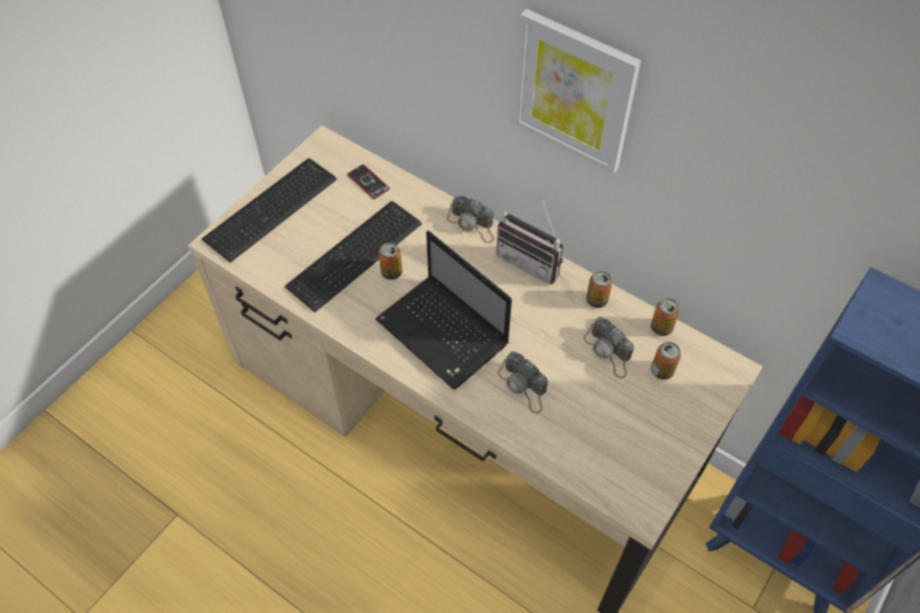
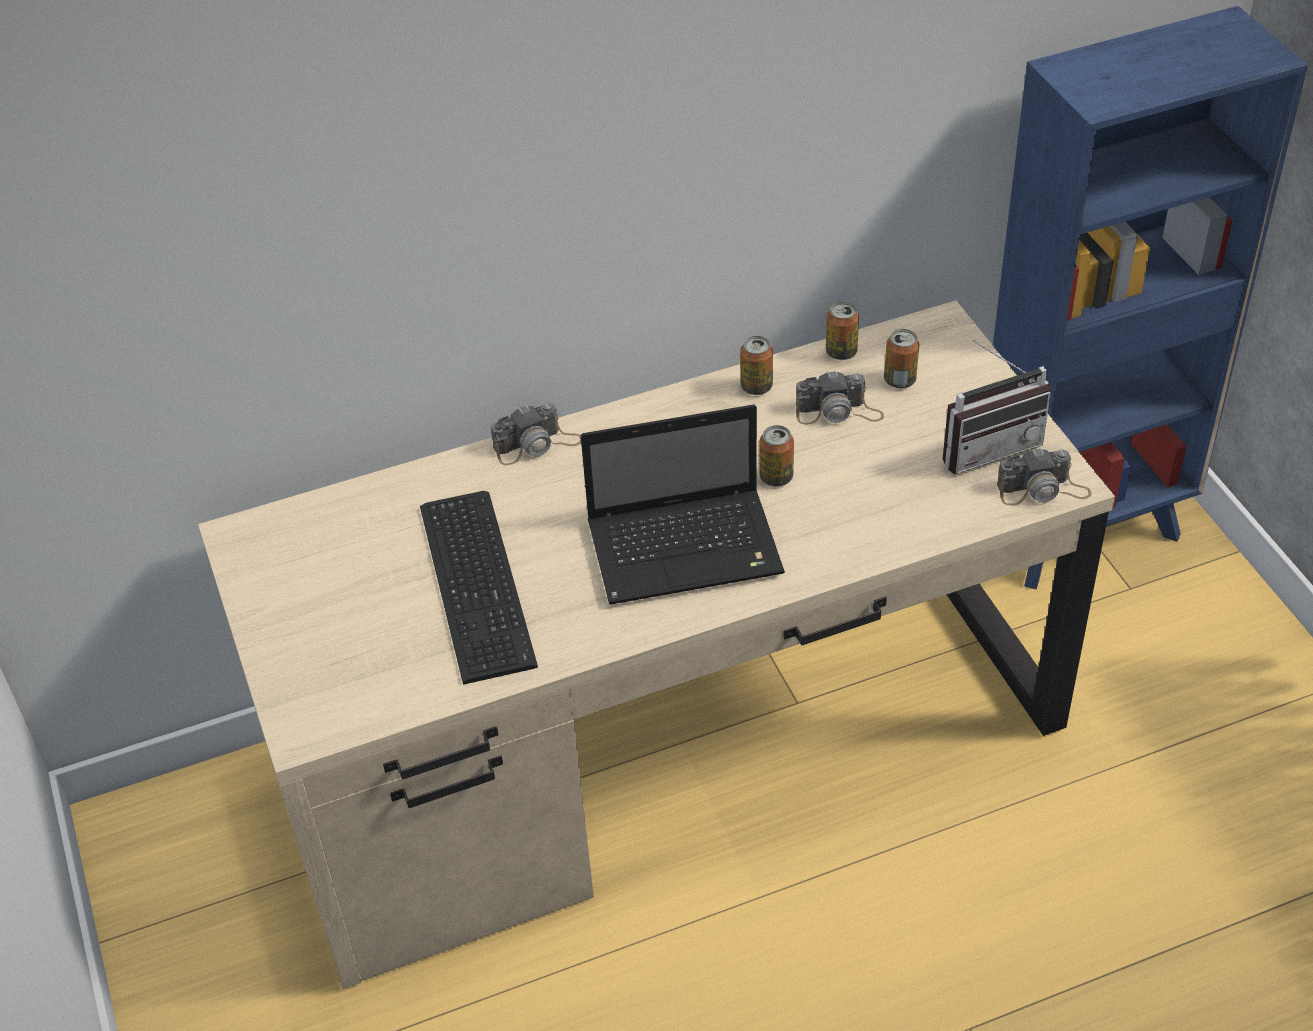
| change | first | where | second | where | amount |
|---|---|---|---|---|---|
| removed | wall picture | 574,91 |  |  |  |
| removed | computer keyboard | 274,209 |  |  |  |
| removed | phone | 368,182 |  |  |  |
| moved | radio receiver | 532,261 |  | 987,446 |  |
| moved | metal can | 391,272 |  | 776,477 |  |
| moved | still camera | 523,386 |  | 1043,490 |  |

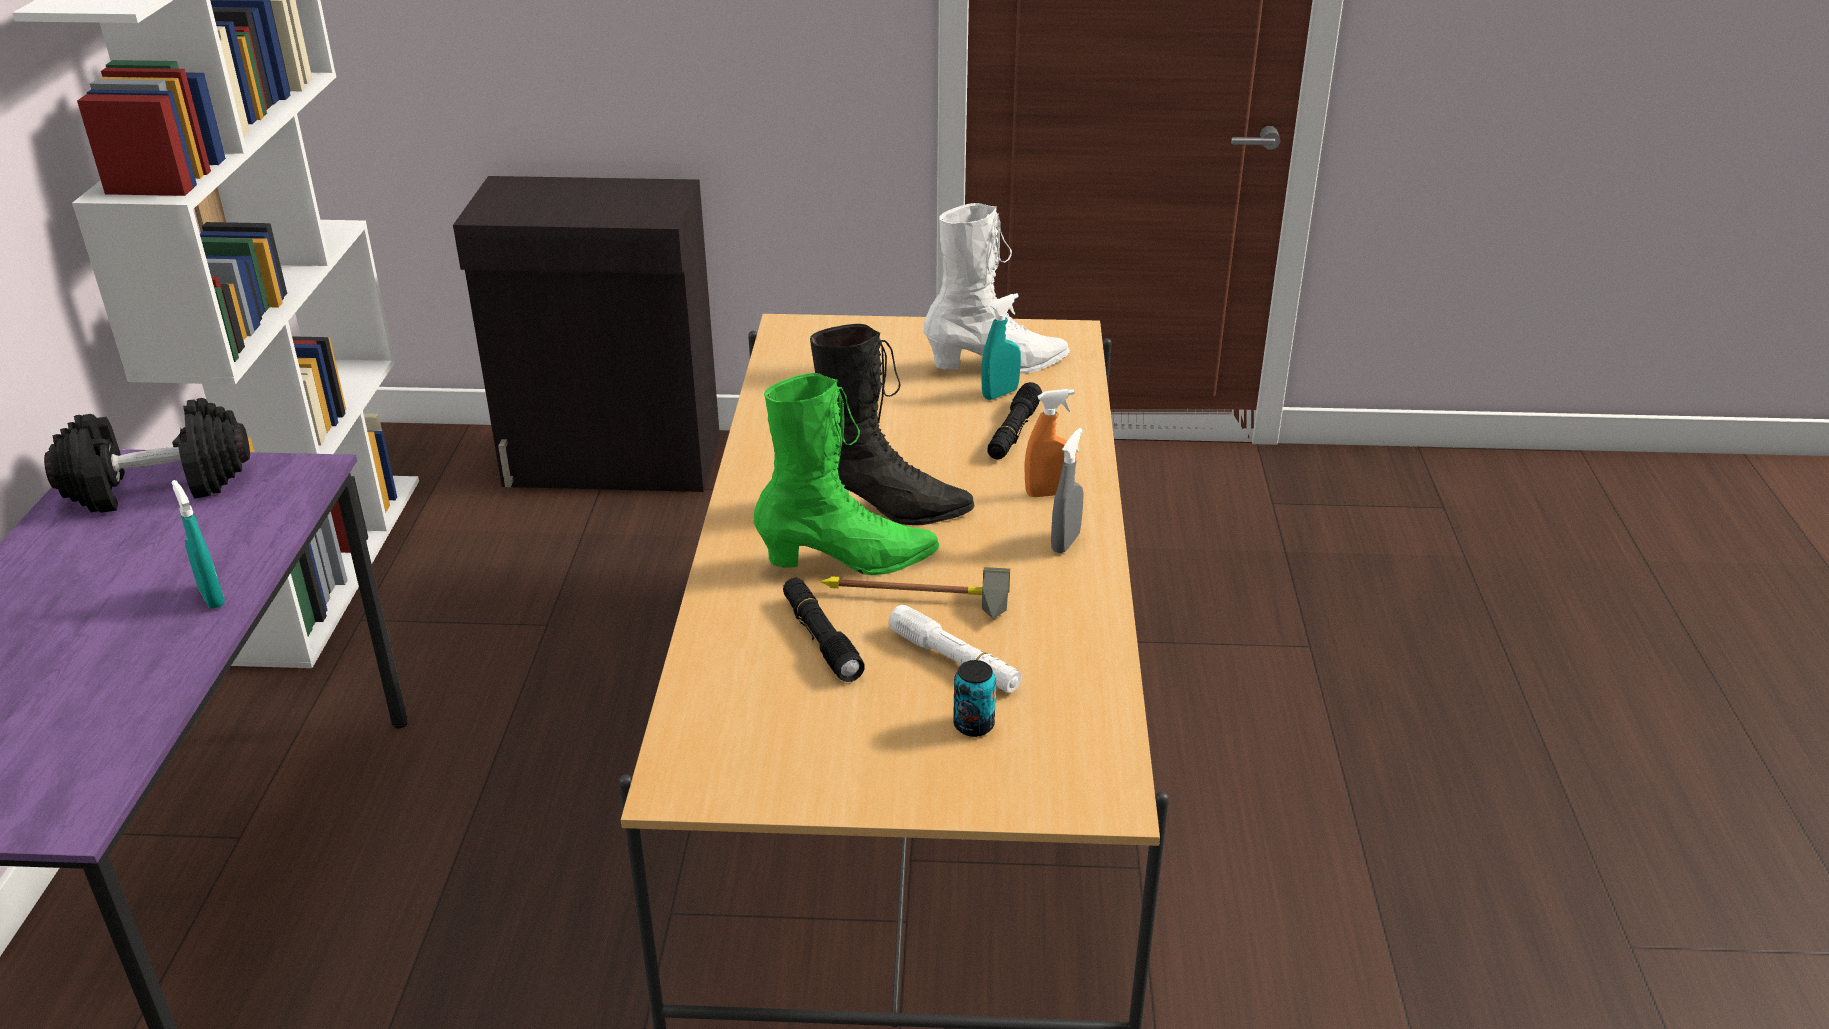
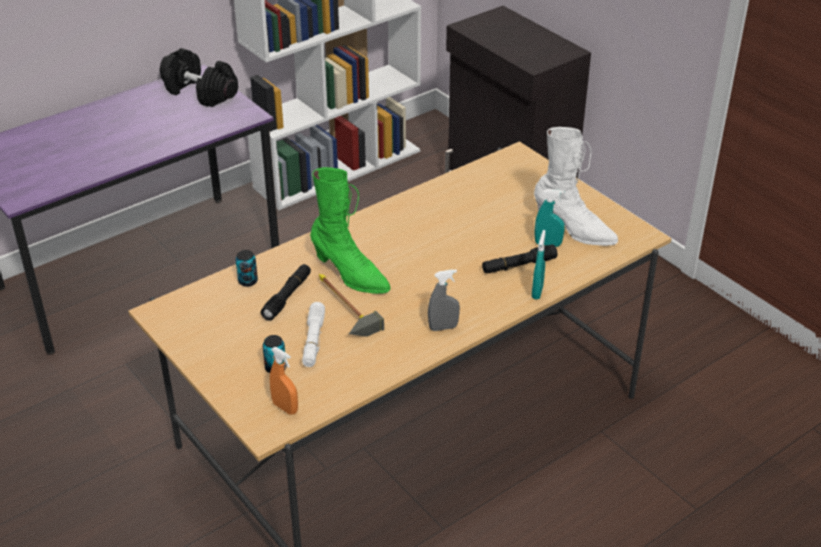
| change | first | where | second | where | amount |
|---|---|---|---|---|---|
| removed | high-top boot (black) | 886,509 |  |  |  |
| moved | spray bottle (orange-coloured) | 1048,493 |  | 285,408 |  |
| moved | spray bottle (turquoise-coloured) | 212,597 |  | 537,292 |  |
| added |  |  | metal can | 248,281 |  |

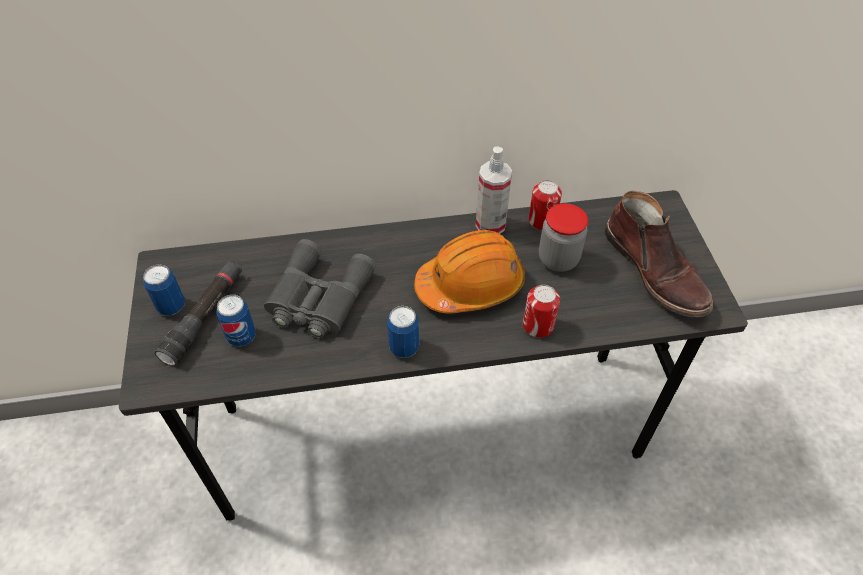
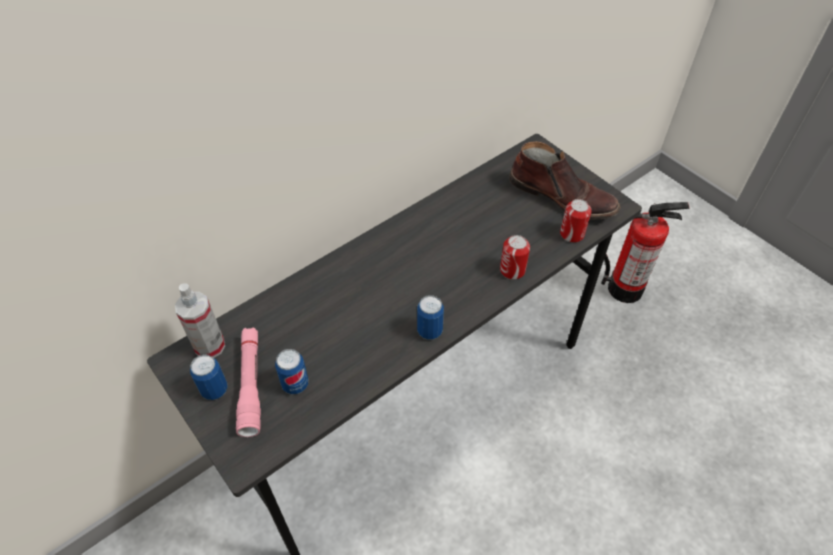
| change | first | where | second | where | amount |
|---|---|---|---|---|---|
| moved | spray bottle | 490,225 |  | 210,346 |  |
| moved | metal can | 542,221 |  | 572,234 |  |
| removed | storage jar | 558,259 |  |  |  |
| removed | safety helmet (orange-coloured) | 471,285 |  |  |  |
| removed | pair of binoculars (grey) | 317,298 |  |  |  |
| recoloured | hand torch (black) | 204,317 | hand torch (pink-coloured) | 251,384 |  |
| added |  |  | fire extinguisher | 624,288 |  |

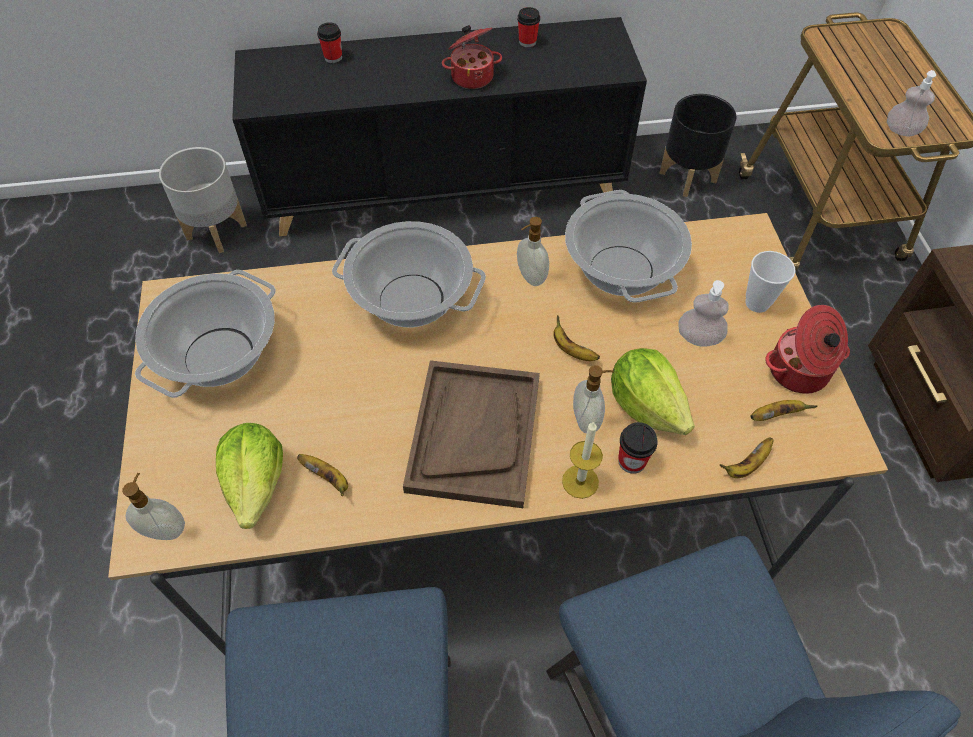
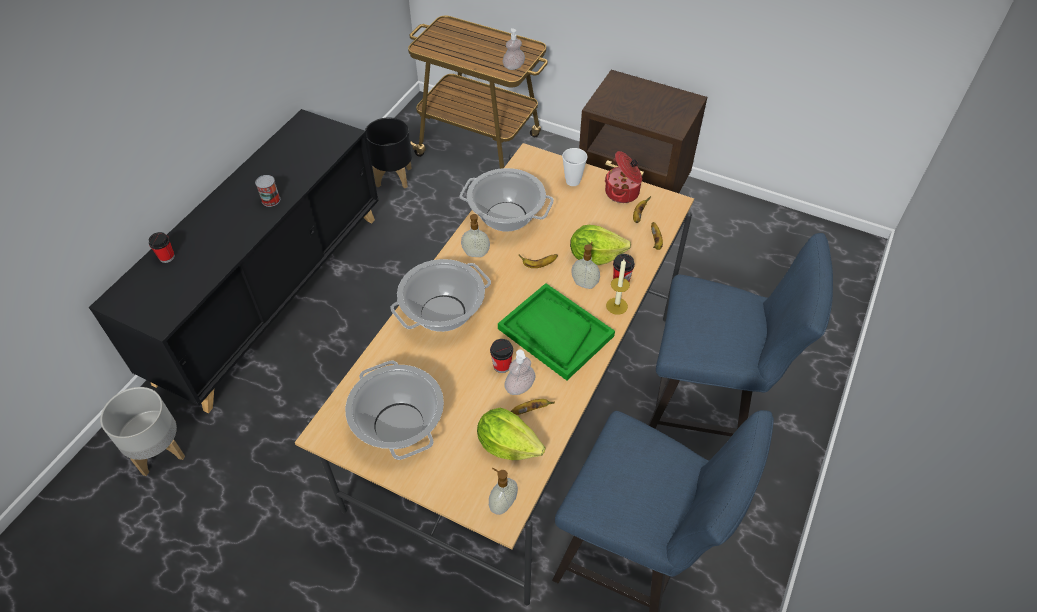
| change | first | where | second | where | amount |
|---|---|---|---|---|---|
| moved | small cup | 527,42 |  | 502,365 |  |
| replaced | saucepot | 472,76 | metal can | 271,200 |  |
| moved | soap bottle | 698,338 |  | 519,387 |  |
| recoloured | tray (brownish) | 474,434 | tray (green) | 555,332 |  |

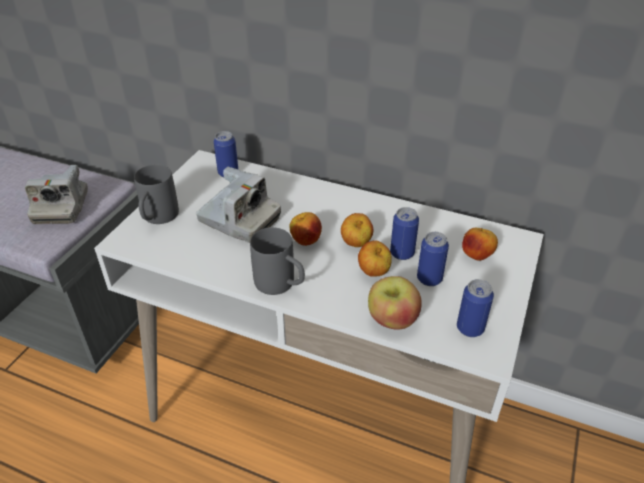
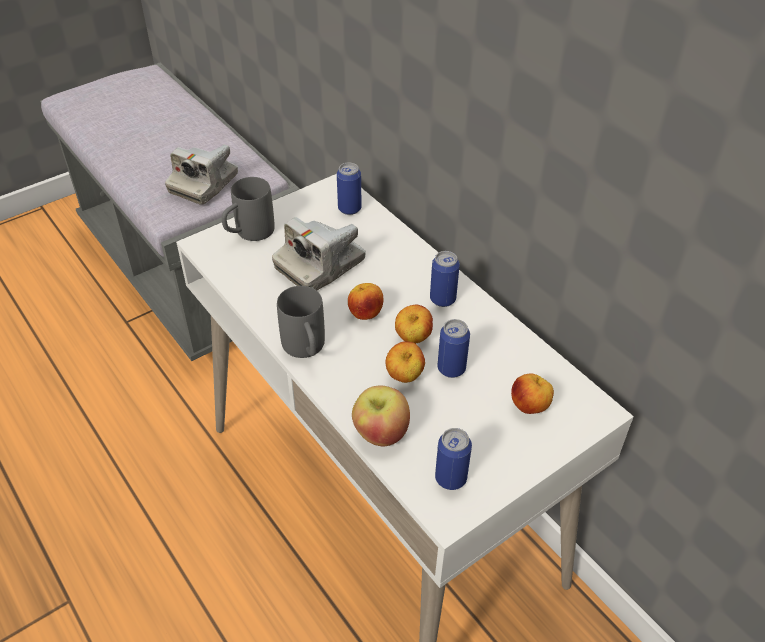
| change | first | where | second | where | amount |
|---|---|---|---|---|---|
| turned | still camera | 239,220 |  | 320,265 | 75 degrees clockwise |
| moved | metal can | 429,279 |  | 442,299 |  |

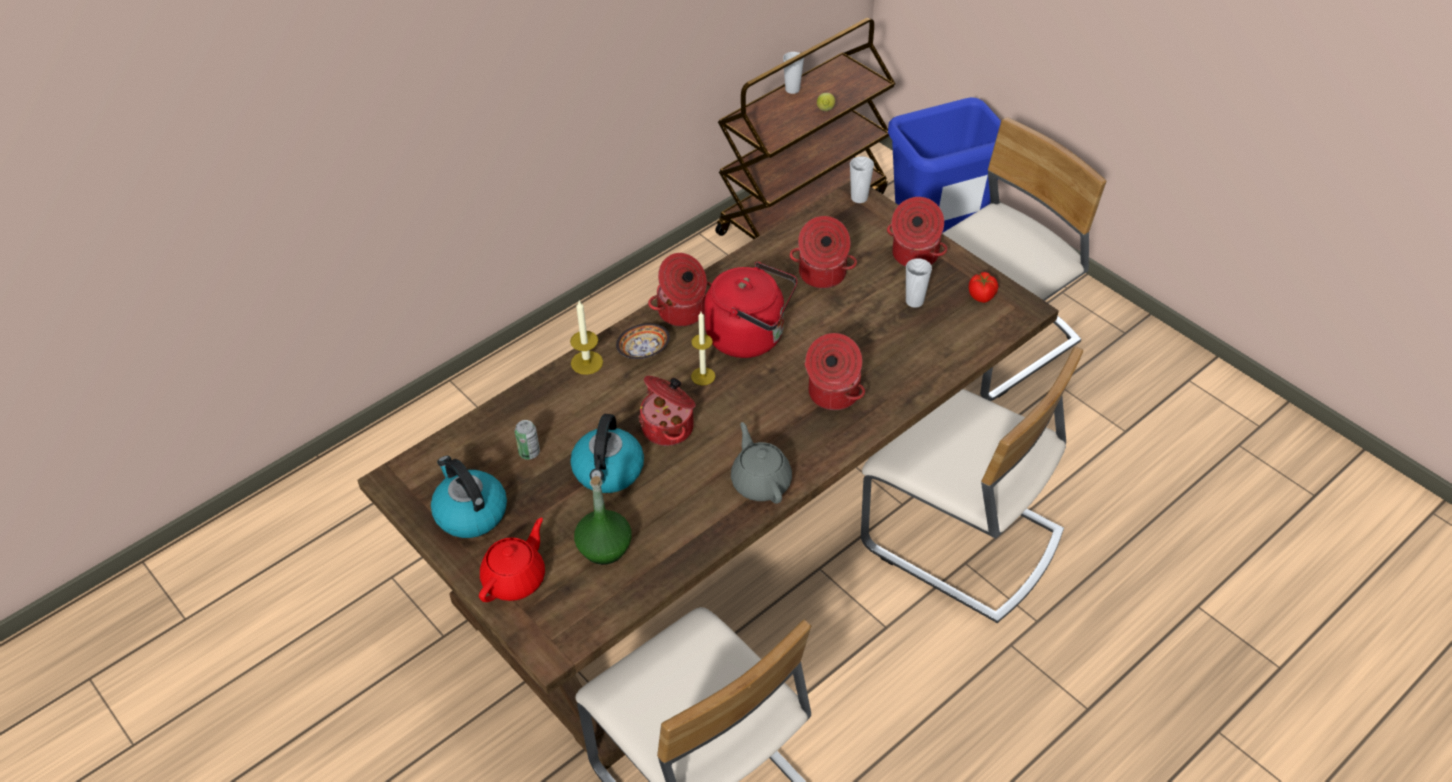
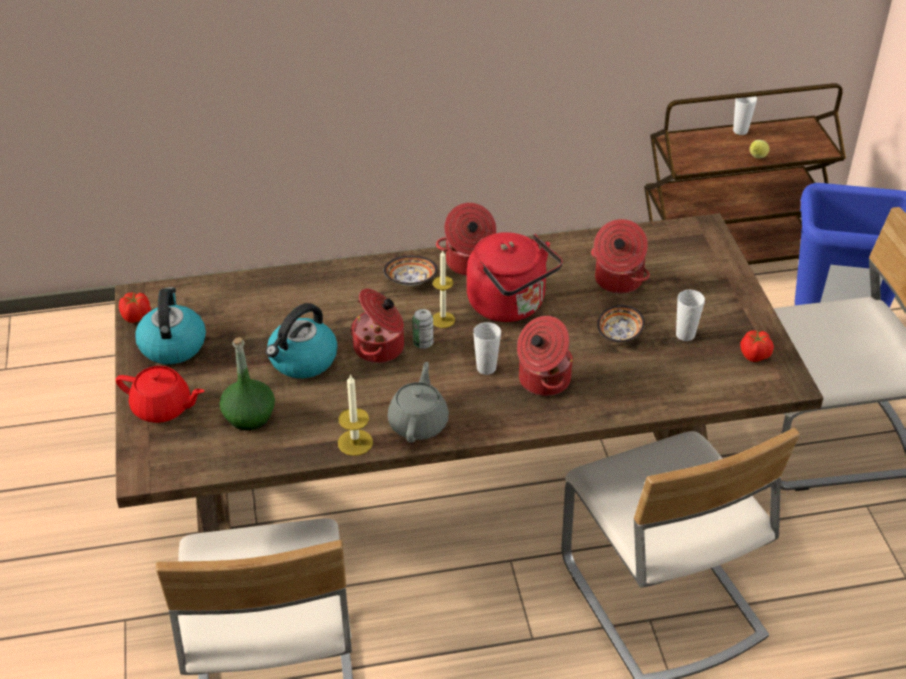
| change | first | where | second | where | amount |
|---|---|---|---|---|---|
| moved | small cup | 859,198 |  | 486,368 |  |
| removed | saucepot | 914,255 |  |  |  |
| moved | wax light | 586,362 |  | 355,442 |  |
| moved | metal can | 529,453 |  | 423,343 |  |
| turned | tea pot (red) | 515,579 |  | 163,408 | 45 degrees clockwise |
| added |  |  | whole tomato | 137,317 |  |
| added |  |  | bowl | 620,334 |  |

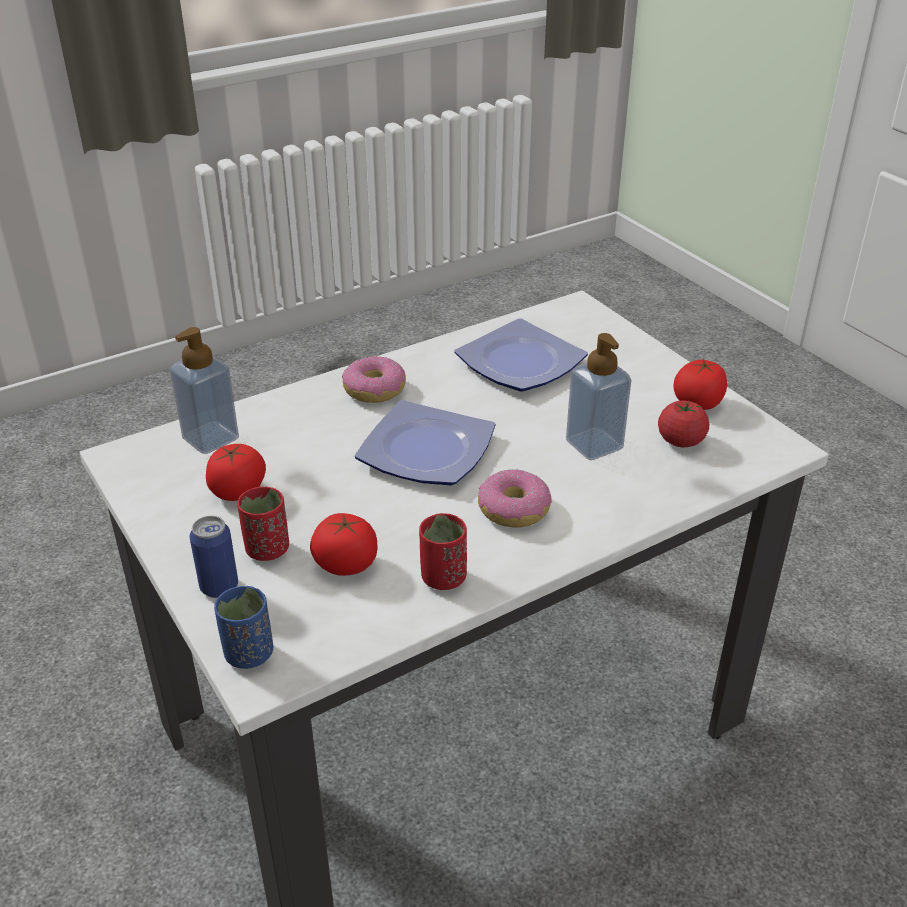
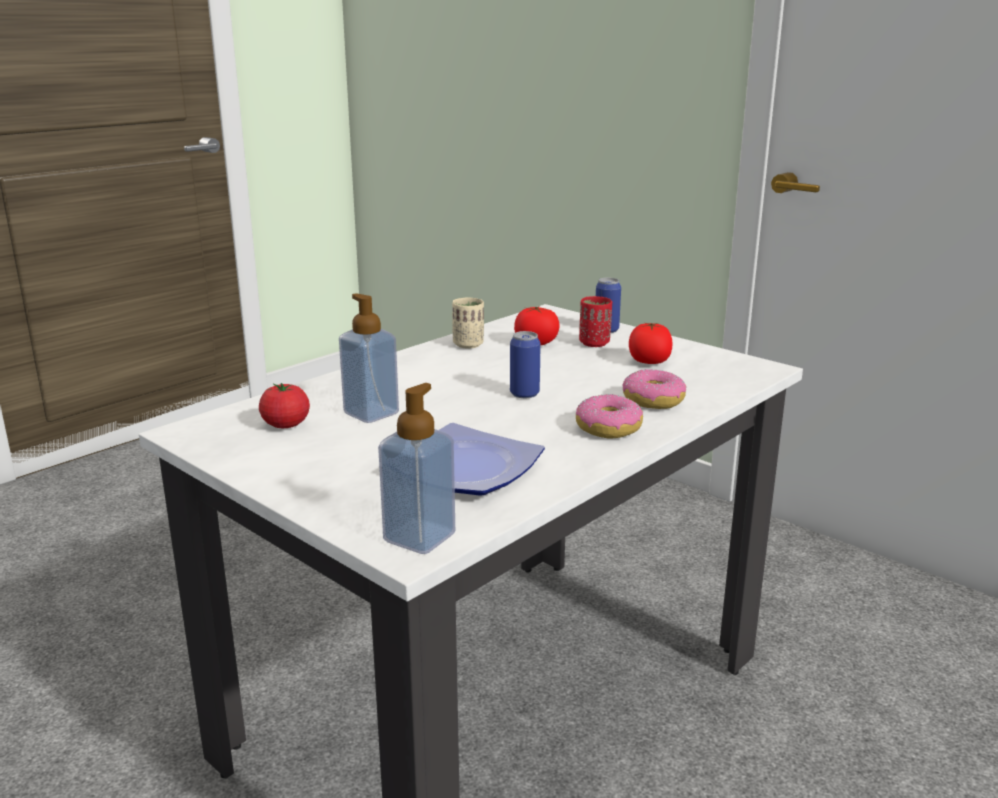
| change | first | where | second | where | amount |
|---|---|---|---|---|---|
| moved | soap bottle | 210,438 |  | 419,537 |  |
| removed | whole tomato | 698,403 |  |  |  |
| replaced | dinner plate | 423,452 | metal can | 524,394 |  |
| moved | ring doughnut | 514,509 |  | 653,400 |  |
| recoloured | small cup (red) | 443,578 | small cup (beige) | 468,344 |  |
| removed | small cup (blue) | 248,654 |  |  |  |

